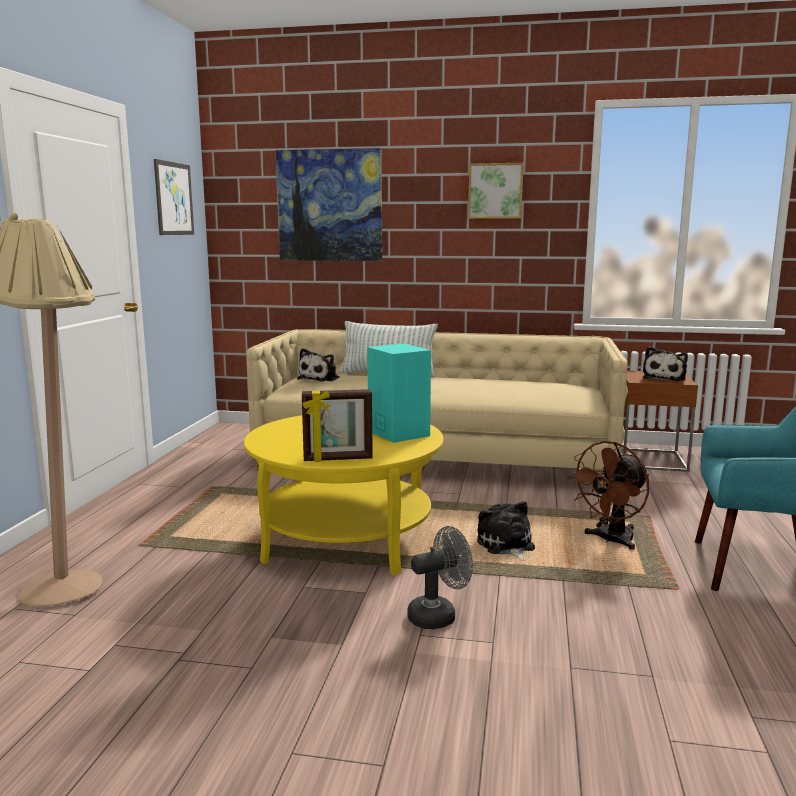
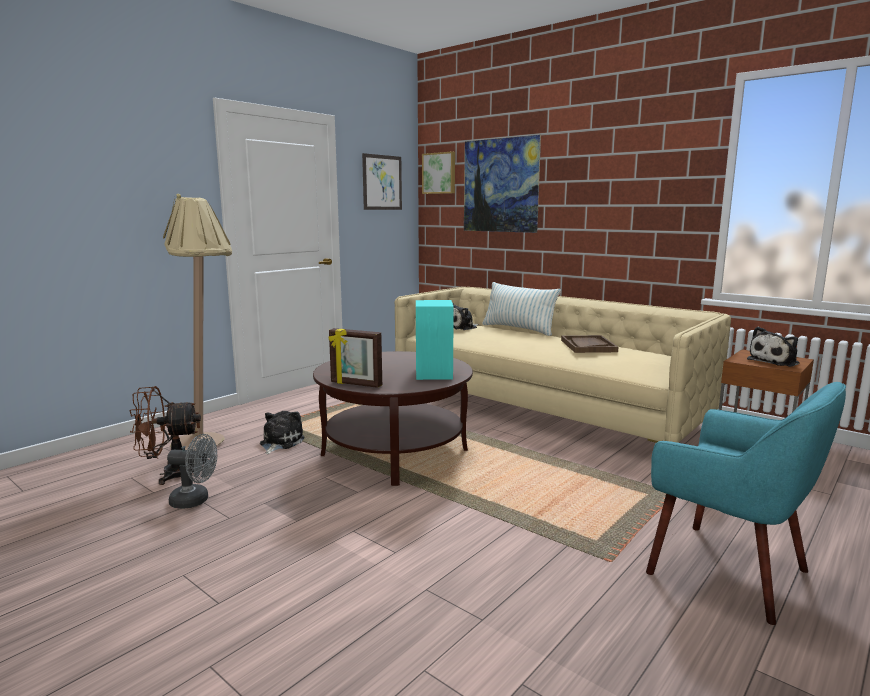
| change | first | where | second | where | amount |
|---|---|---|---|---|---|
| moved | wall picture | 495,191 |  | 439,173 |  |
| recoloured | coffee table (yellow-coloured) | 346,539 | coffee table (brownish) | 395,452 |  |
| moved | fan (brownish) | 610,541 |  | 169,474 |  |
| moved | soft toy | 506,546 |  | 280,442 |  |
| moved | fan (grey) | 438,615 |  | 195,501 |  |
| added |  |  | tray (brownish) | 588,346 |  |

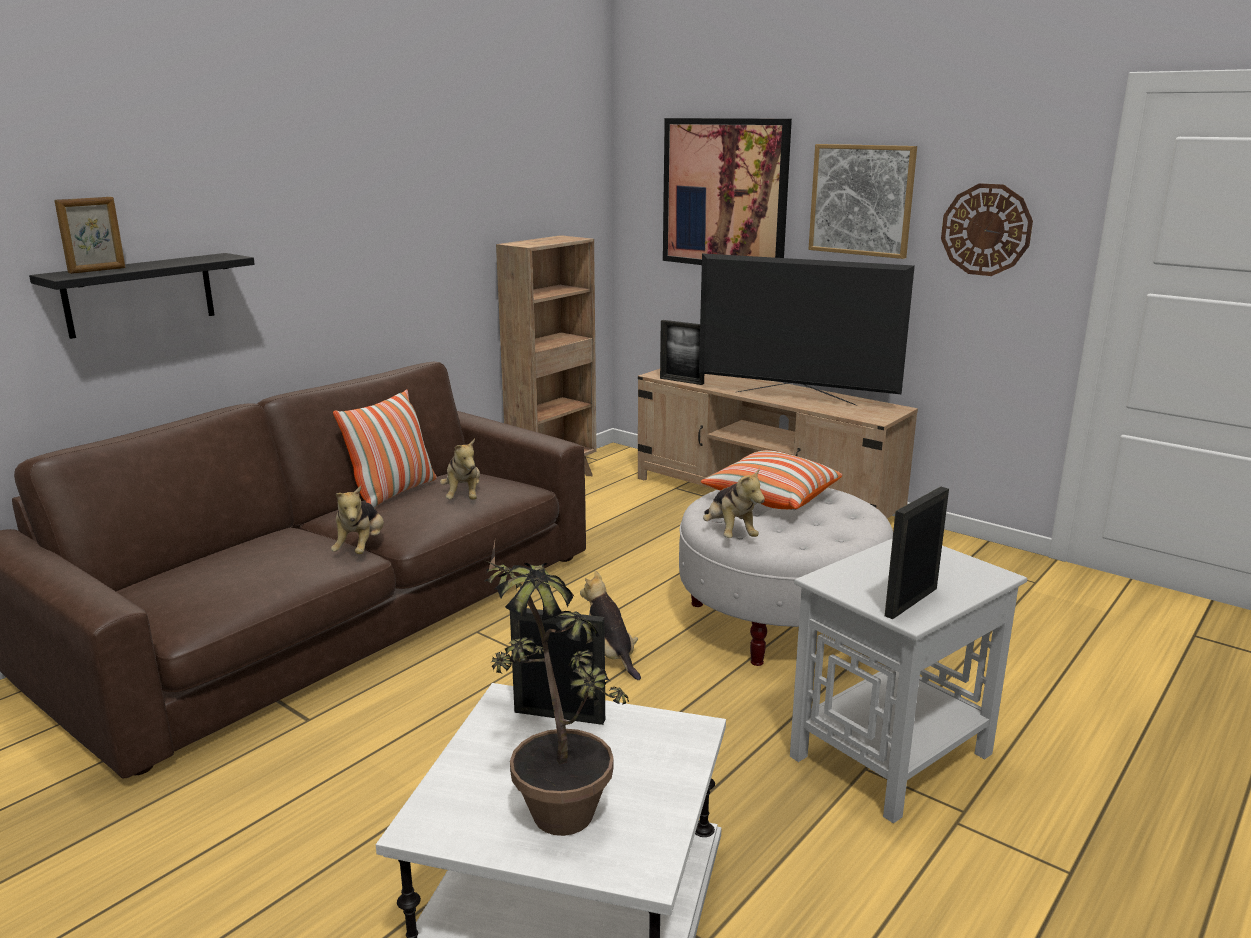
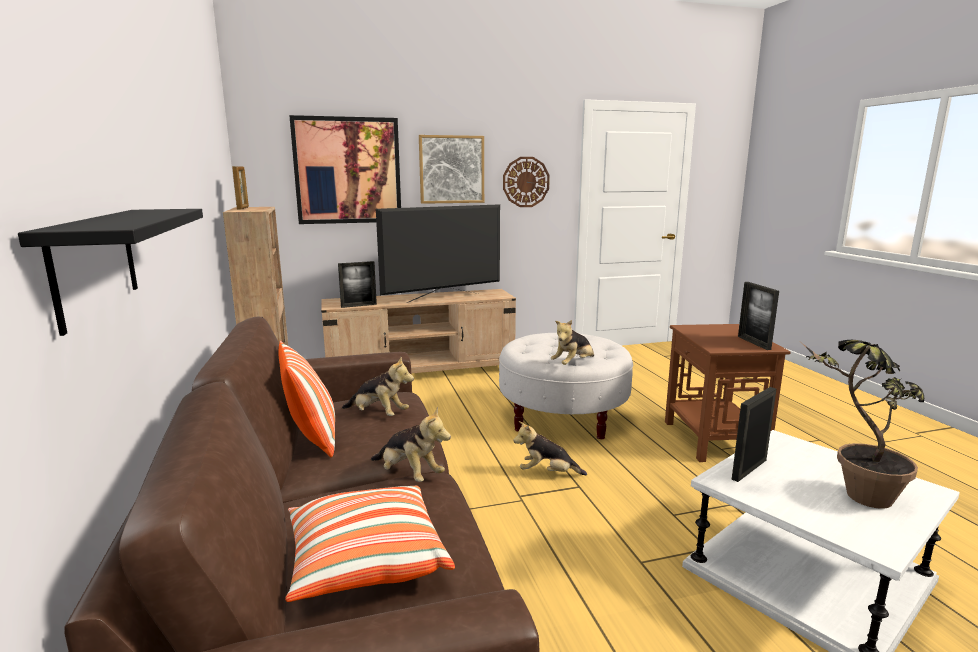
| change | first | where | second | where | amount |
|---|---|---|---|---|---|
| moved | picture frame | 98,270 |  | 243,208 |  |
| moved | throw pillow | 771,498 |  | 365,561 |  |
| turned | soft toy | 729,533 |  | 573,364 | 120 degrees clockwise |
| recoloured | accent table (white) | 889,756 | accent table (brownish) | 714,440 |  |

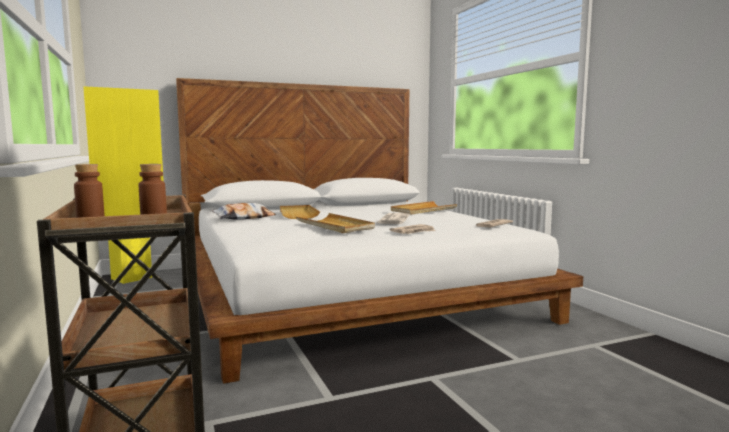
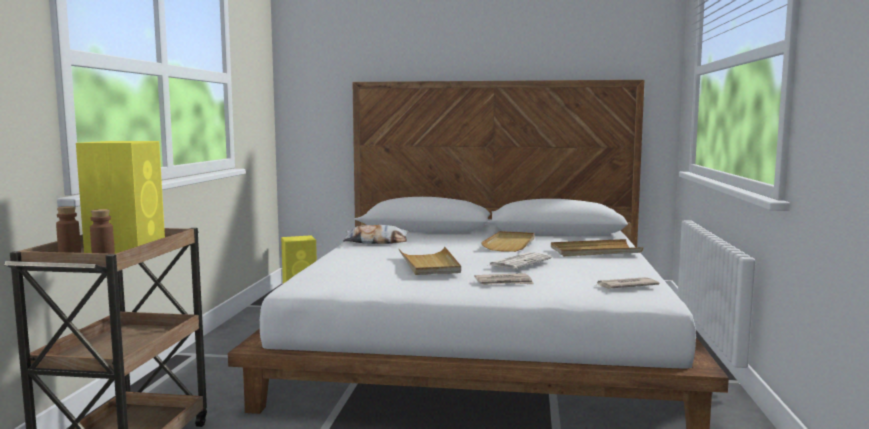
| change | first | where | second | where | amount |
|---|---|---|---|---|---|
| moved | tray (beige) | 297,214 |  | 510,244 |  |

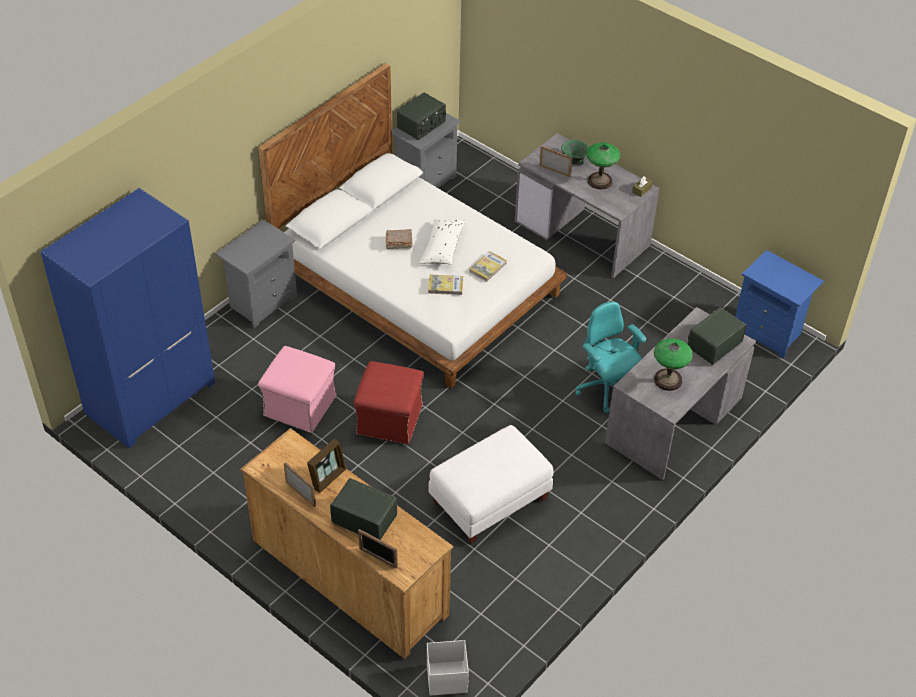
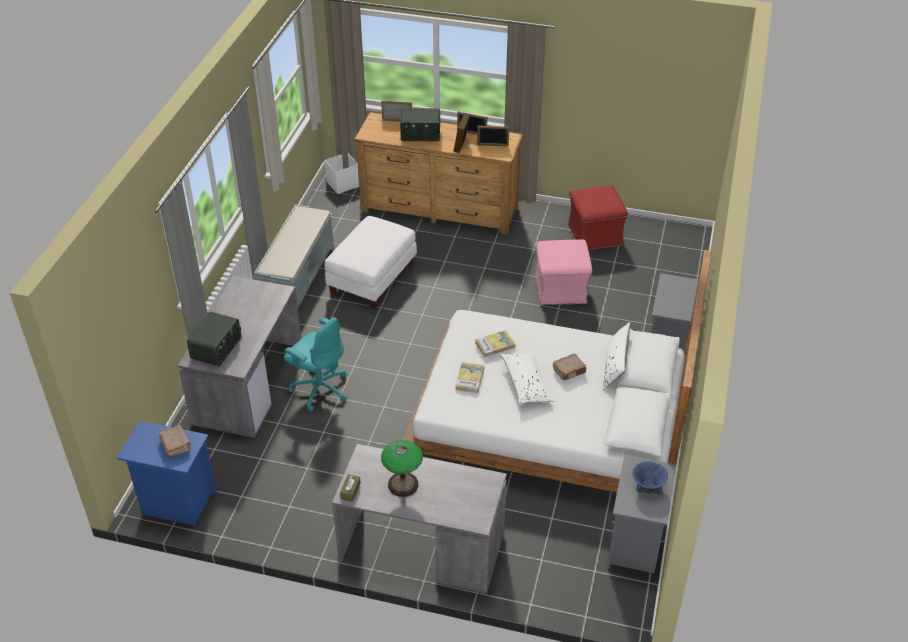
| change | first | where | second | where | amount |
|---|---|---|---|---|---|
| replaced | radio receiver | 422,125 | bowl (blue) | 648,486 |  |
| removed | bowl (green) | 573,160 |  |  |  |
| moved | picture frame | 555,170 |  | 492,145 |  |
| removed | clothes cupboard (blue) | 150,397 |  |  |  |
| removed | tabletop lamp | 668,380 |  |  |  |
| moved | ottoman (red) | 389,420 |  | 594,235 |  |
| added |  |  | bench (grey) | 298,278 |  |
| added |  |  | throw pillow (white) | 615,367 |  |
| added |  |  | bound book (brownish) | 176,444 |  |

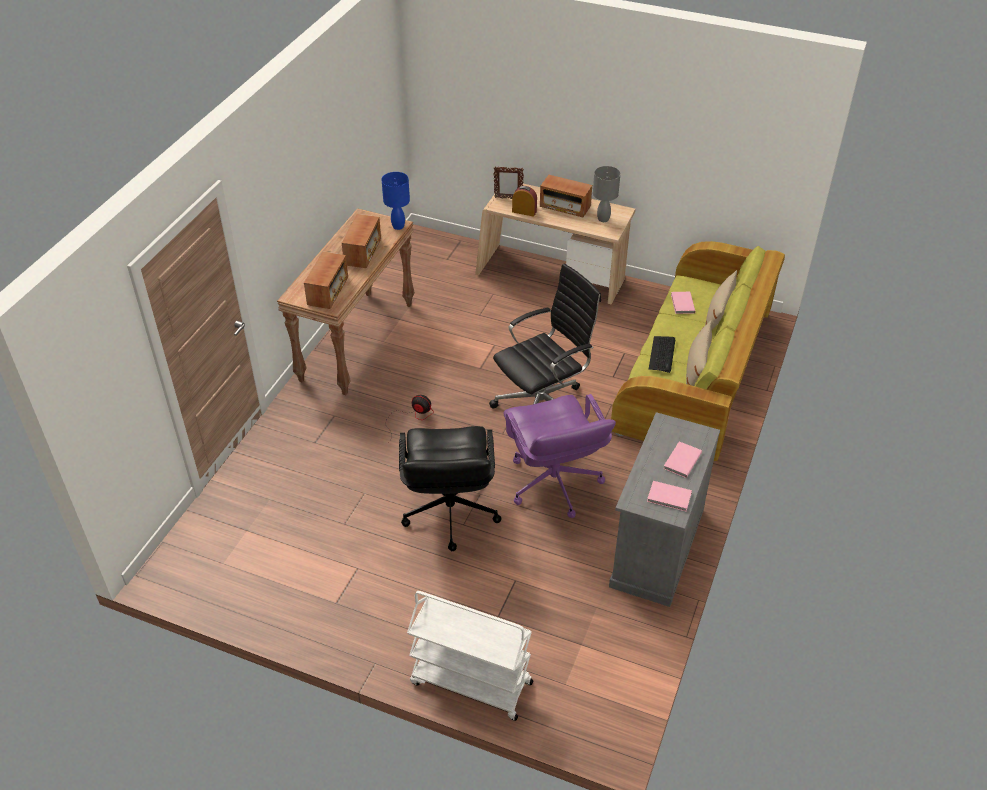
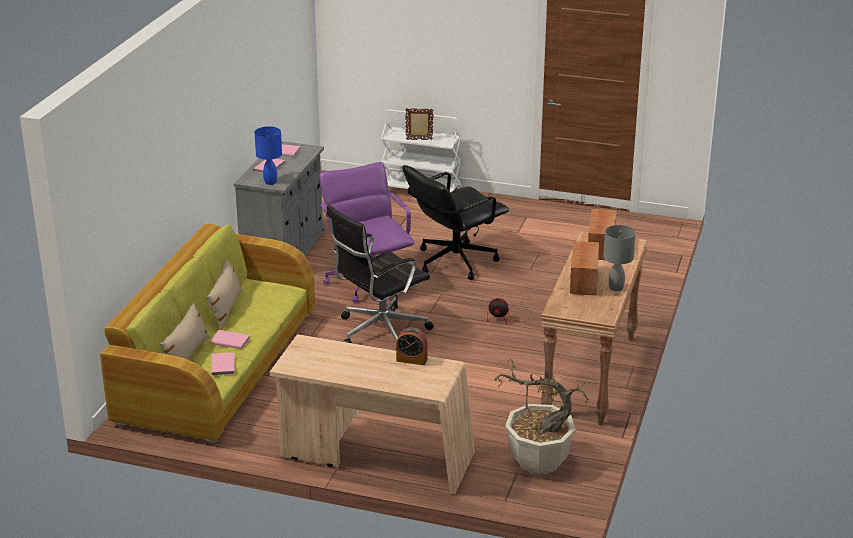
| change | first | where | second | where | amount |
|---|---|---|---|---|---|
| moved | tabletop lamp (grey) | 603,219 |  | 615,288 |  |
| moved | picture frame | 508,198 |  | 419,140 |  |
| moved | tabletop lamp (blue) | 398,226 |  | 270,182 |  |
| removed | radio receiver | 565,207 |  |  |  |
| removed | computer keyboard | 662,354 |  |  |  |
| turned | computer chair (black) | 449,513 |  | 454,261 | 120 degrees counterclockwise |
| added |  |  | bound book (pink-coloured) | 230,340 |  |
| added |  |  | houseplant | 538,461 |  |

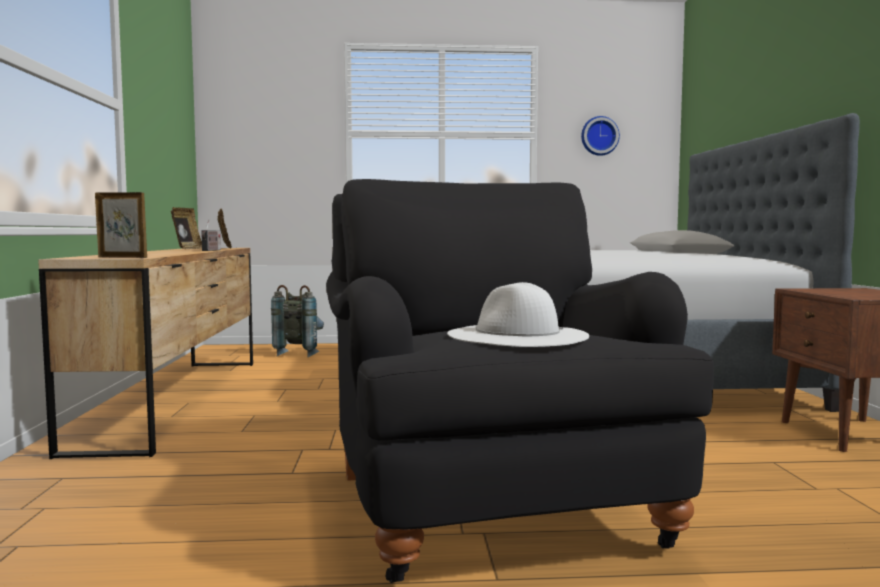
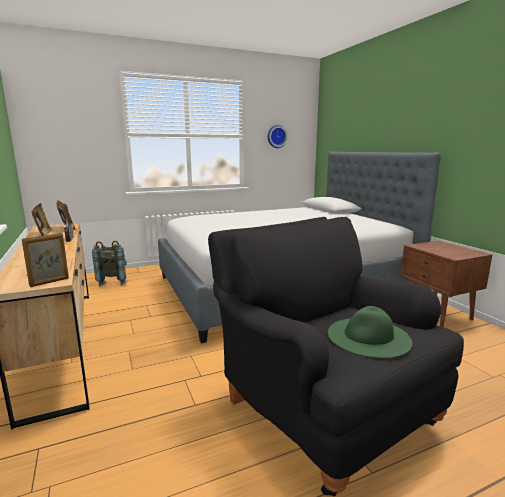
| change | first | where | second | where | amount |
|---|---|---|---|---|---|
| turned | picture frame | 123,257 |  | 50,282 | 150 degrees clockwise |
| recoloured | hat (white) | 517,335 | hat (green) | 368,336 |  |

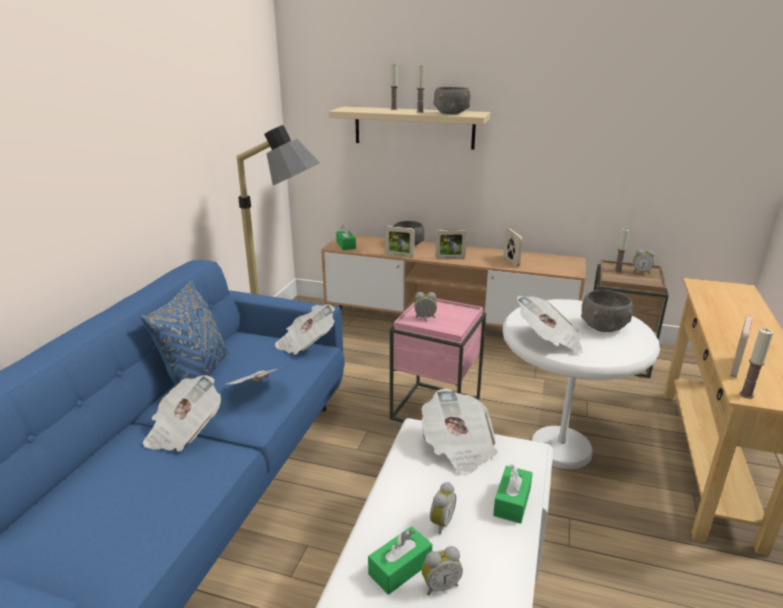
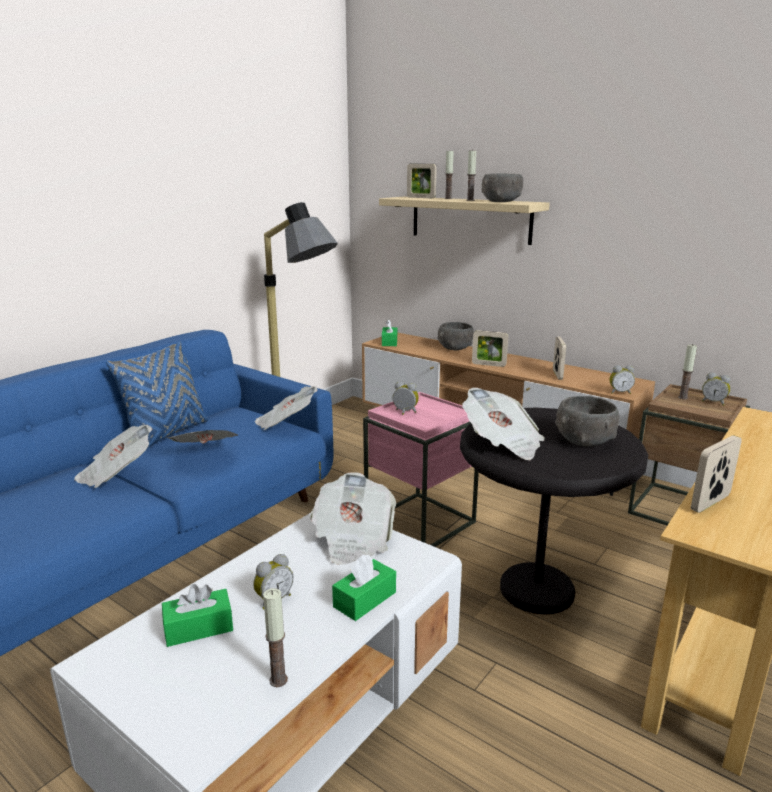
| change | first | where | second | where | amount |
|---|---|---|---|---|---|
| moved | picture frame | 399,255 |  | 421,197 |  |
| recoloured | accent table (white) | 561,449 | accent table (black) | 537,590 |  |
| moved | wax light | 746,395 |  | 278,680 |  |
| moved | alarm clock | 440,585 |  | 619,392 |  |

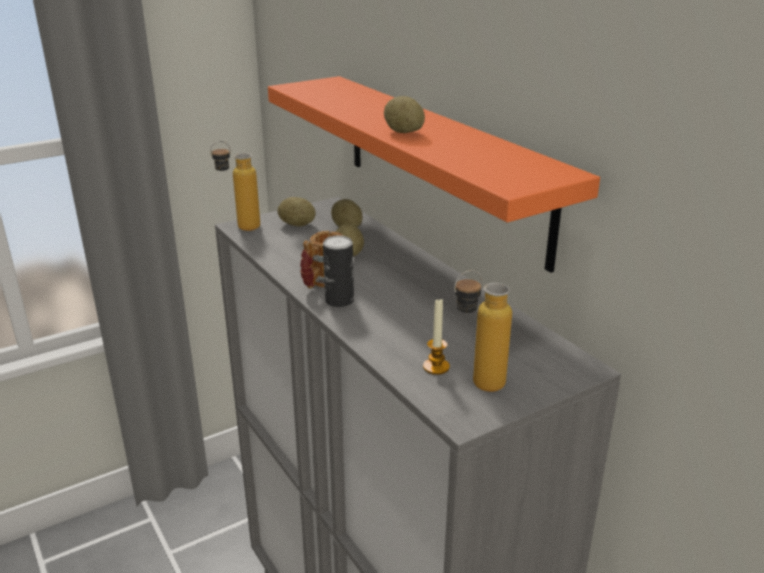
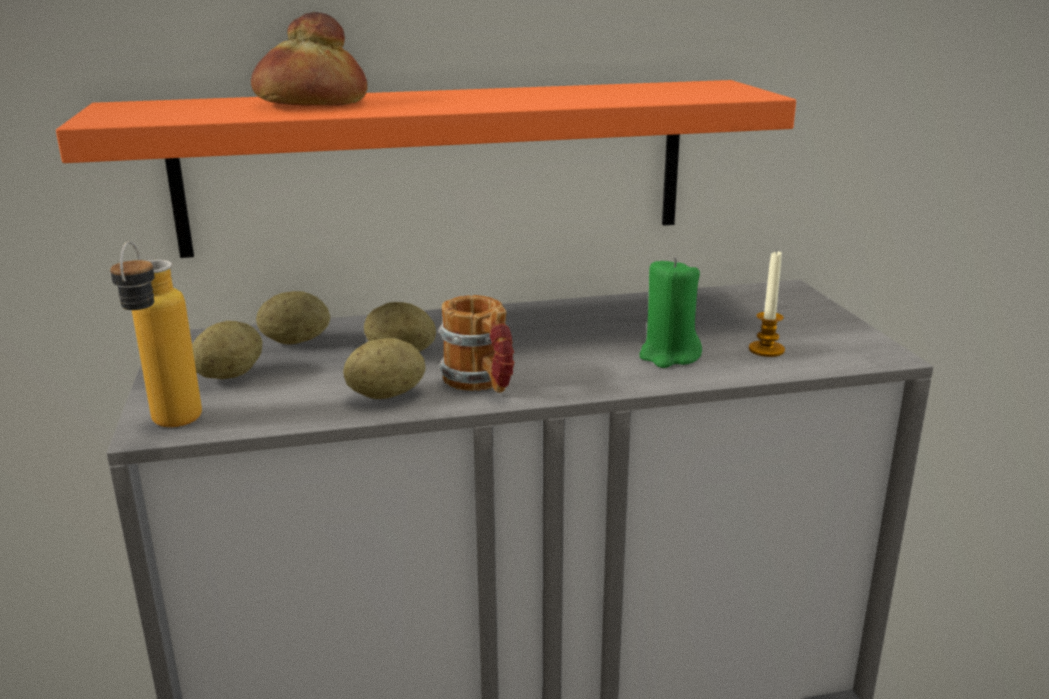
| change | first | where | second | where | amount |
|---|---|---|---|---|---|
| moved | whole potato | 403,132 |  | 386,395 |  |
| removed | metal can | 339,301 |  |  |  |
| removed | bottle | 476,386 |  |  |  |
| added |  |  | bakery bread | 310,102 |  |
| added |  |  | wax light (green) | 669,355 |  |

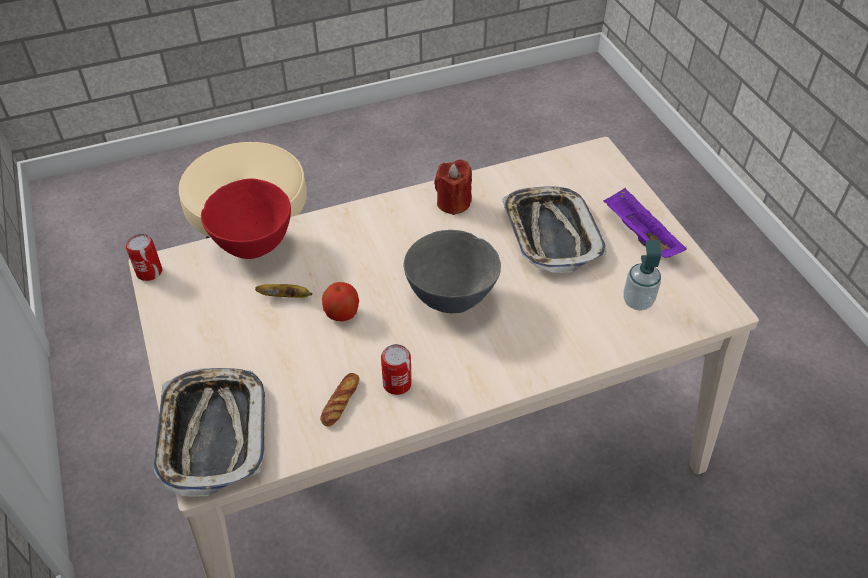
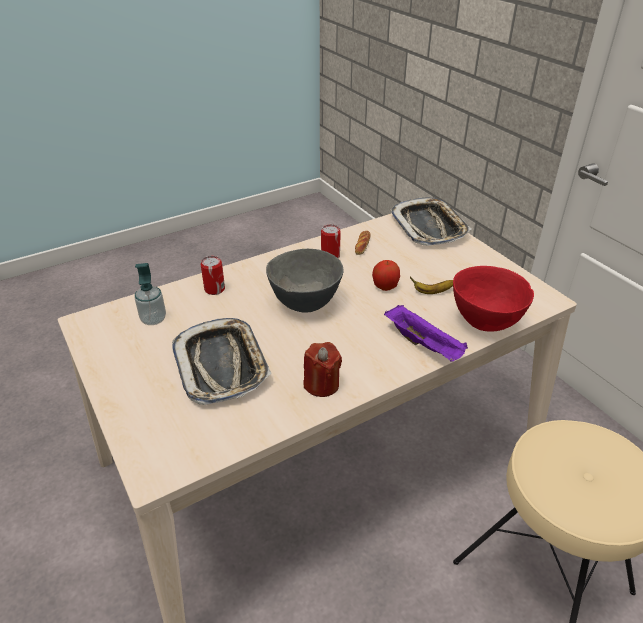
| change | first | where | second | where | amount |
|---|---|---|---|---|---|
| moved | tray (purplish) | 638,235 |  | 424,345 |  |
| moved | metal can | 149,272 |  | 214,289 |  |

